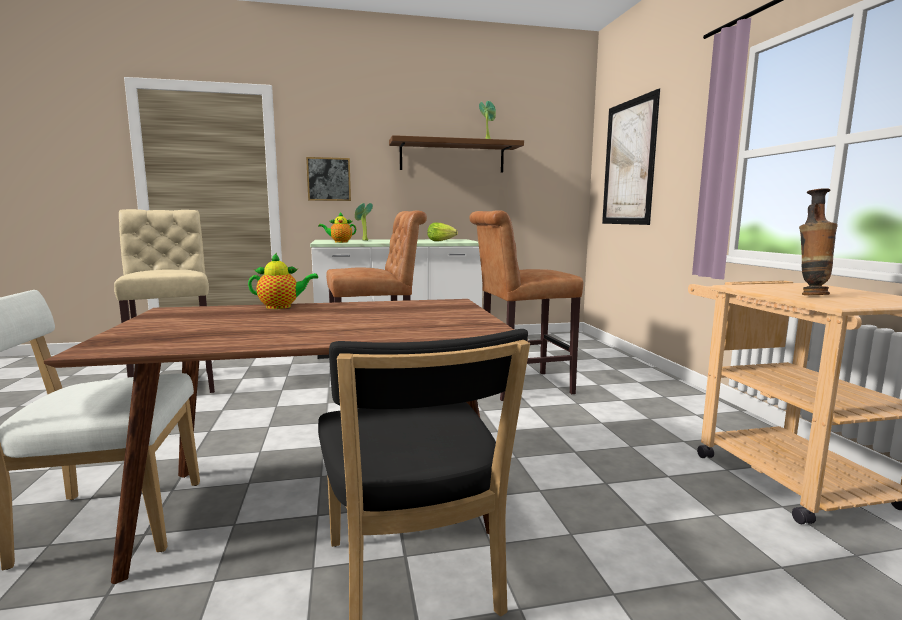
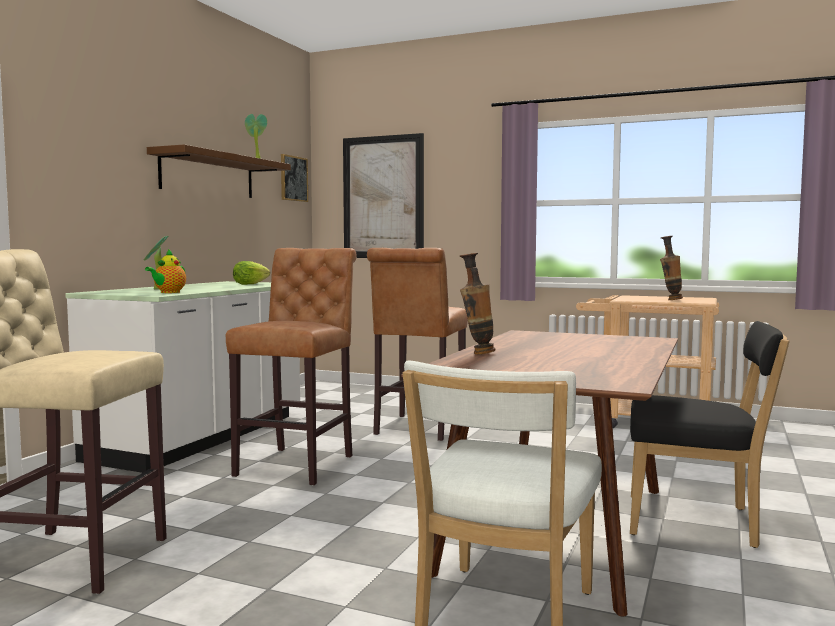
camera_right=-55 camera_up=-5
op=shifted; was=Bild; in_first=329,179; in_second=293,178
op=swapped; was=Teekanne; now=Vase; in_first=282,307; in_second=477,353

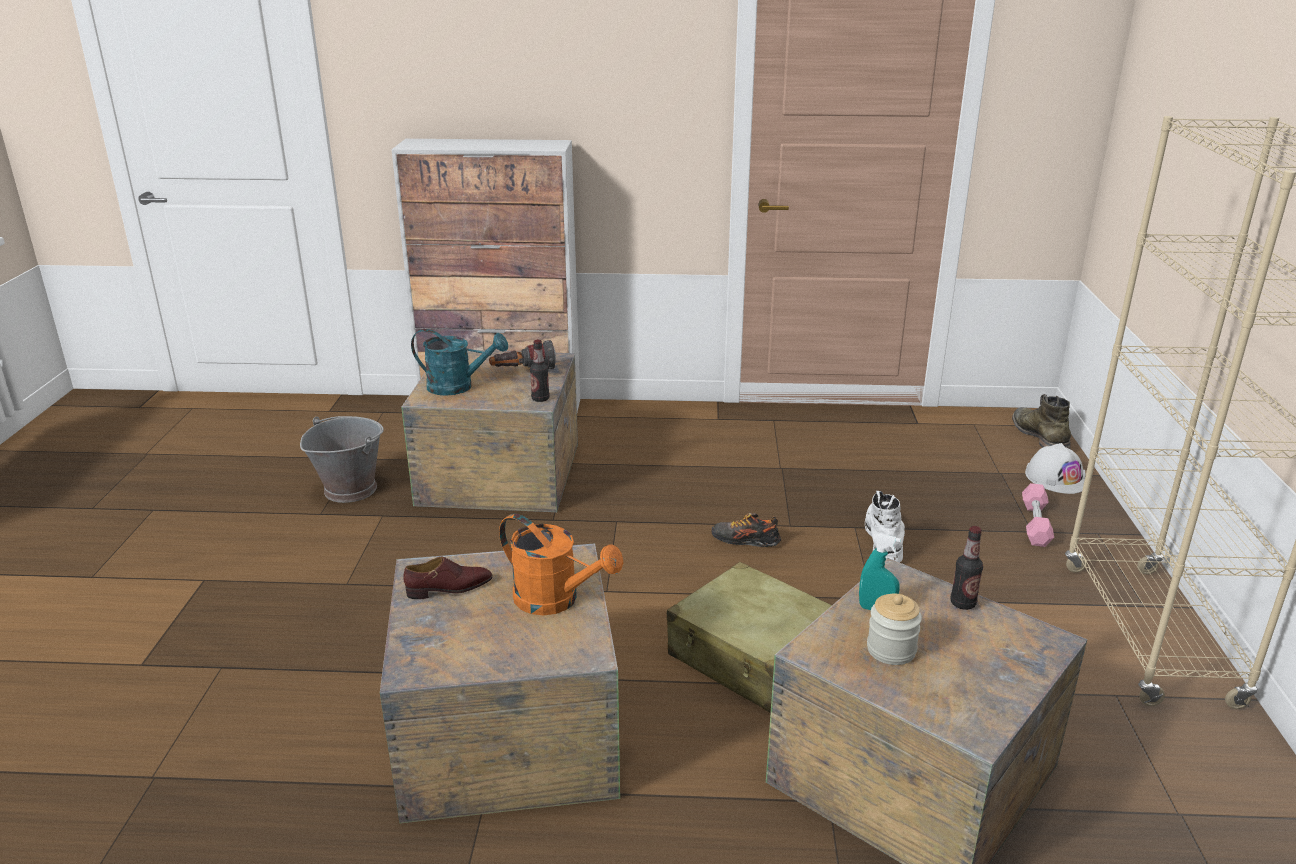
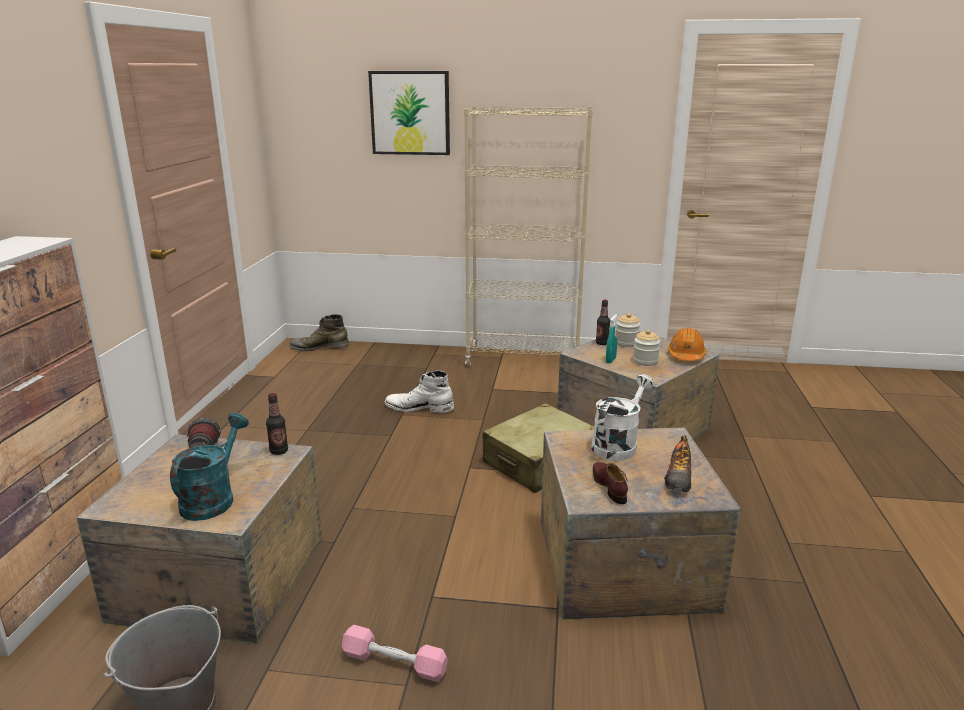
camera_right=-85 camera_up=-5
op=gone; was=Schutzhelm (weiß); in_first=1055,478
op=shifted; was=Hantel (rosa); in_first=1035,524; in_second=394,663
op=repainted; was=Gießkanne (orange); now=Gießkanne (weiß); in_first=556,600; in_second=618,445
op=shifted; was=Schuh; in_first=745,540; in_second=679,478
op=new; now=Bild; in_second=410,113
op=new; now=Vorratsglas; in_second=626,343
op=new; now=Schutzhelm (orange); in_second=686,356

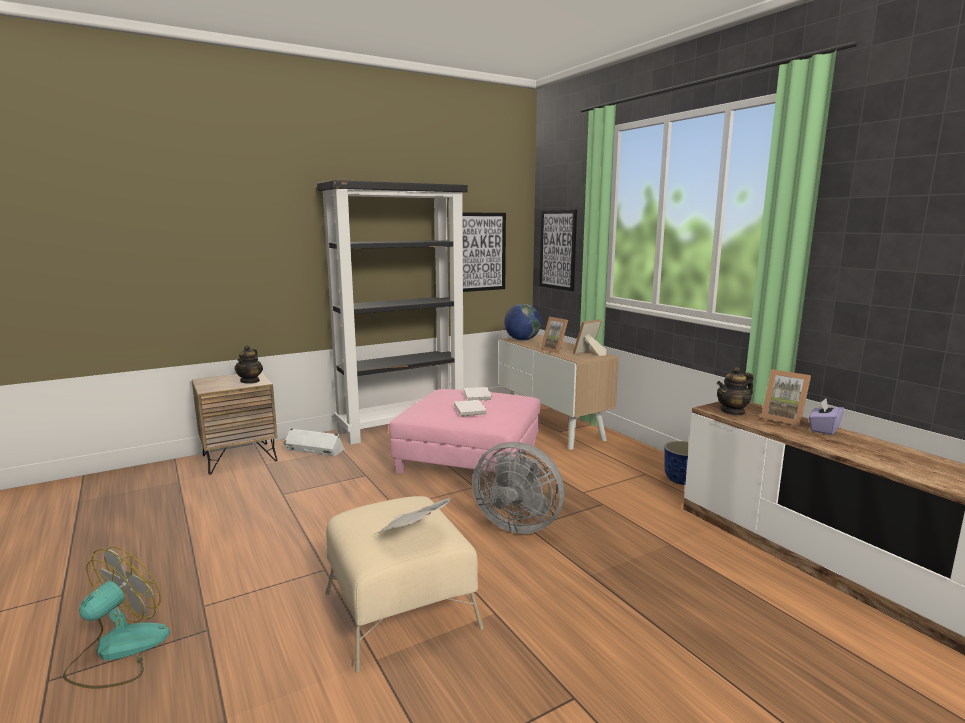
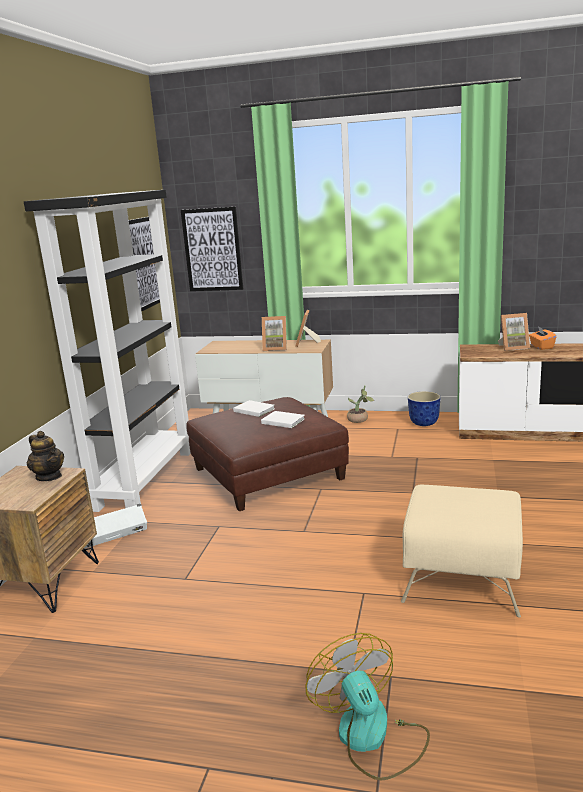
camera_right=-45 camera_up=5
op=gone; was=Globus; in_first=522,340
op=gone; was=Teekanne; in_first=733,411
op=repainted; was=Polsterhocker (rosa); now=Polsterhocker (braun); in_first=470,459; in_second=269,473
op=repainted; was=Taschentuchbox (lila); now=Taschentuchbox (orange); in_first=823,429; in_second=541,347
op=gone; was=Ventilator (grau); in_first=517,524
op=gone; was=Zeitung; in_first=415,534
op=new; now=Topfpflanze; in_second=360,420

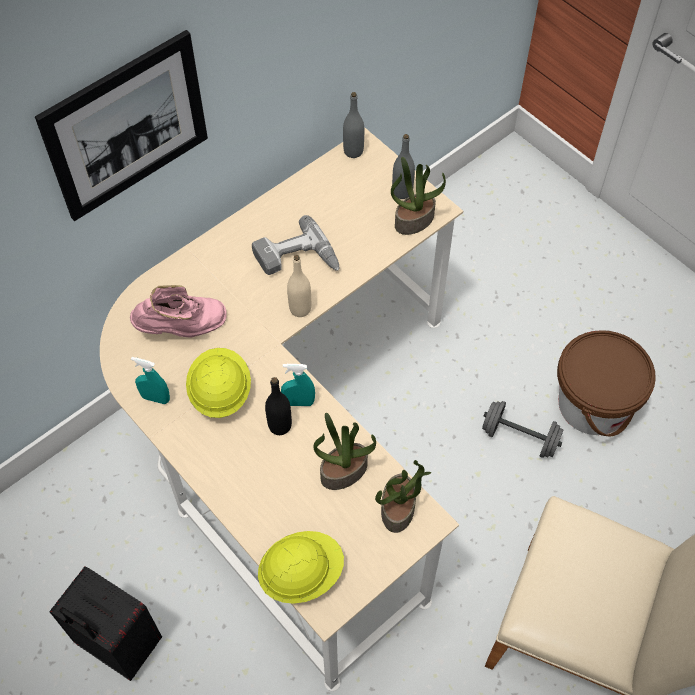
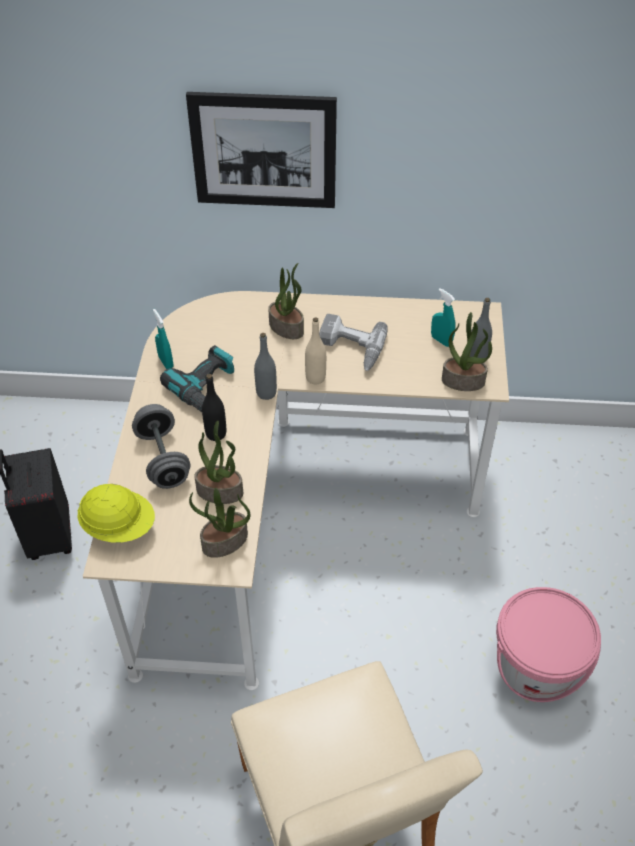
camera_right=45 camera_up=-10
op=shifted; was=Flasche (grau); in_first=353,151; in_second=266,393
op=gone; was=Stiefel (rosa); in_first=182,329
op=repainted; was=Eimer (braun); now=Eimer (rosa); in_first=593,404; in_second=536,667
op=swapped; was=Schutzhelm (gelb); now=Bohrmaschine; in_first=220,392; in_second=205,387
op=shifted; was=Sprühflasche (türkis); in_first=299,402; in_second=441,340
op=shifted; was=Hantel (grau); in_first=520,437; in_second=163,459
op=new; now=Topfpflanze; in_second=287,327

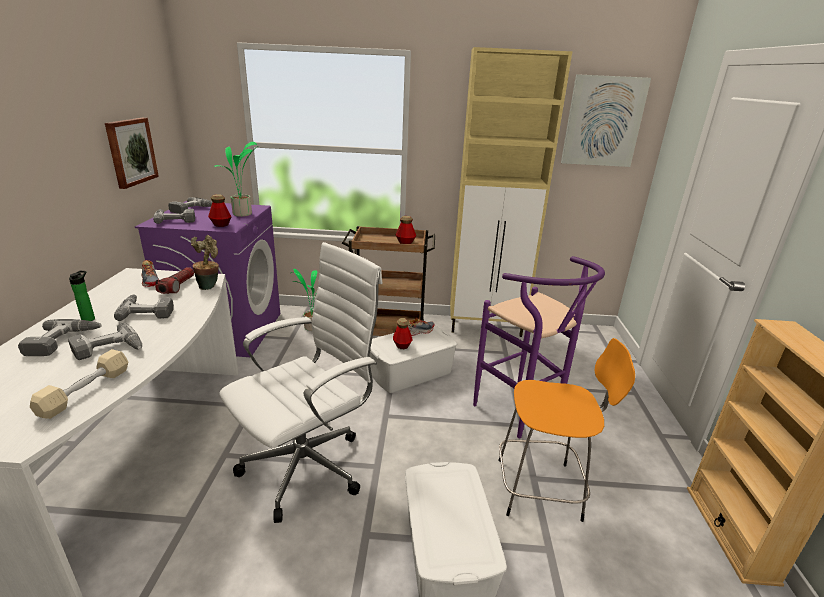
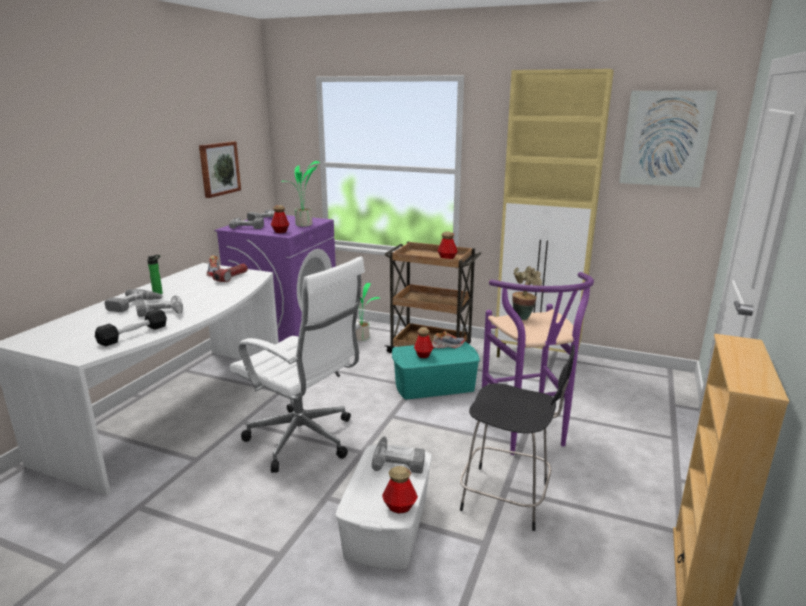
camera_right=20 camera_up=-5
op=shifted; was=Topfpflanze; in_first=209,286; in_second=523,317
op=rotated; was=Bürostuhl (weiß); in_first=309,465; in_second=305,441; clockwise=60
op=shifted; was=Bohrmaschine; in_first=148,311; in_second=399,459
op=repainted; was=Aufbewahrungsbox (weiß); now=Aufbewahrungsbox (türkis); in_first=410,372; in_second=434,385
op=repainted; was=Hocker (orange); now=Hocker (schwarz); in_first=542,489; in_second=508,498
op=repainted; was=Hantel (beige); now=Hantel (schwarz); in_first=86,391; in_second=133,335
op=new; now=Flasche; in_second=399,507

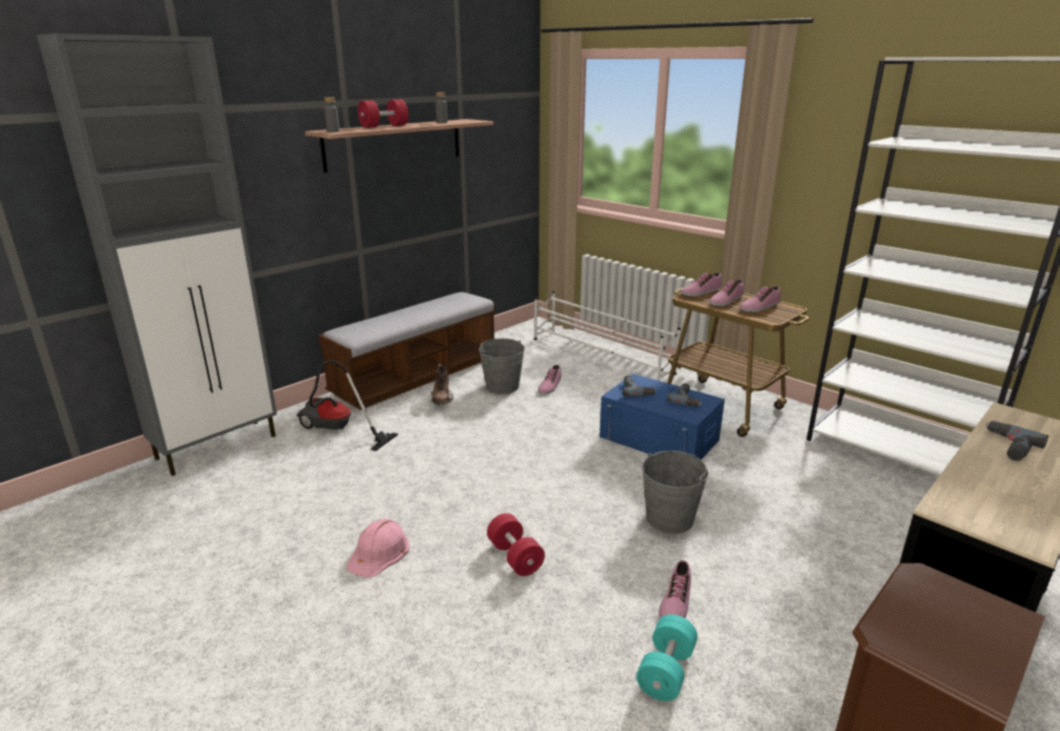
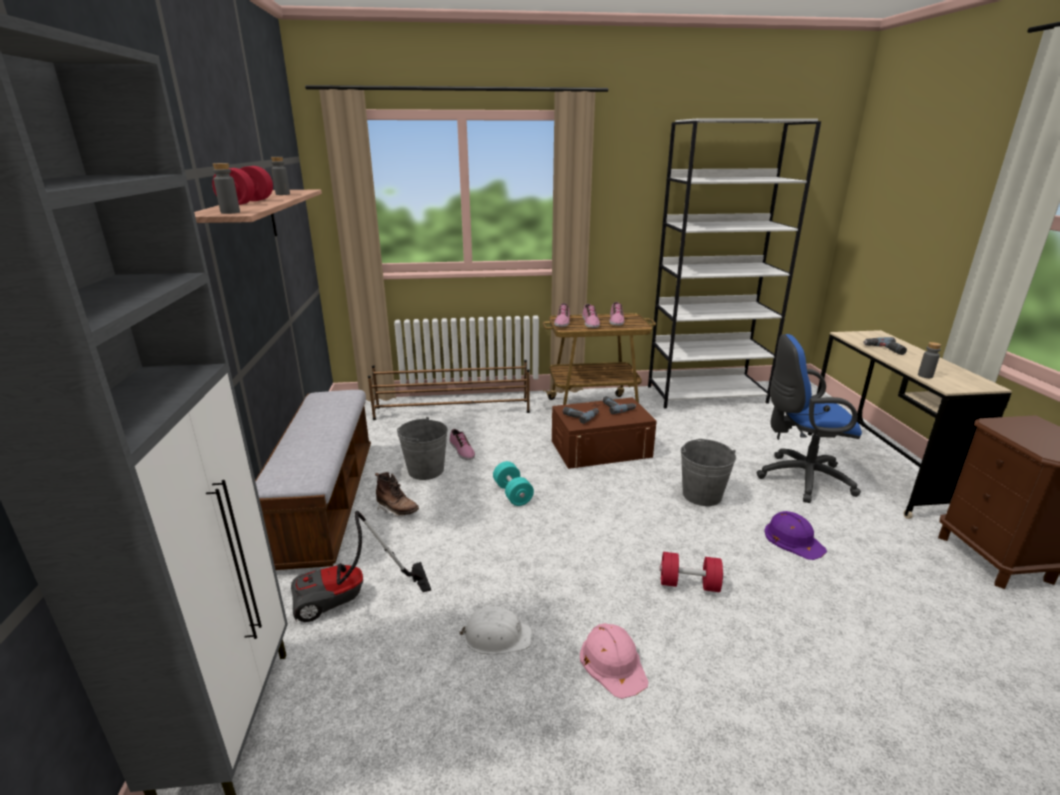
camera_right=-50 camera_up=0
op=repainted; was=Schuhregal (weiß); now=Schuhregal (braun); in_first=601,356; in_second=453,410
op=repainted; was=Aufbewahrungsbox (blau); now=Aufbewahrungsbox (braun); in_first=659,438; in_second=601,449
op=swapped; was=Schuh; now=Schutzhelm (lila); in_first=675,601; in_second=793,539
op=shifted; was=Hantel (türkis); in_first=666,671; in_second=513,494
op=new; now=Bürostuhl (blau); in_second=799,478
op=new; now=Flasche (grau); in_second=925,376
op=new; now=Schutzhelm (weiß); in_second=496,636

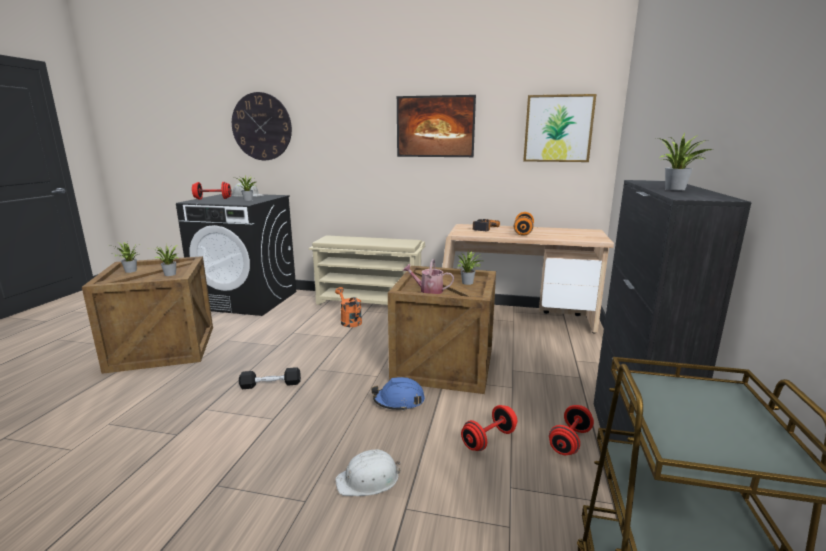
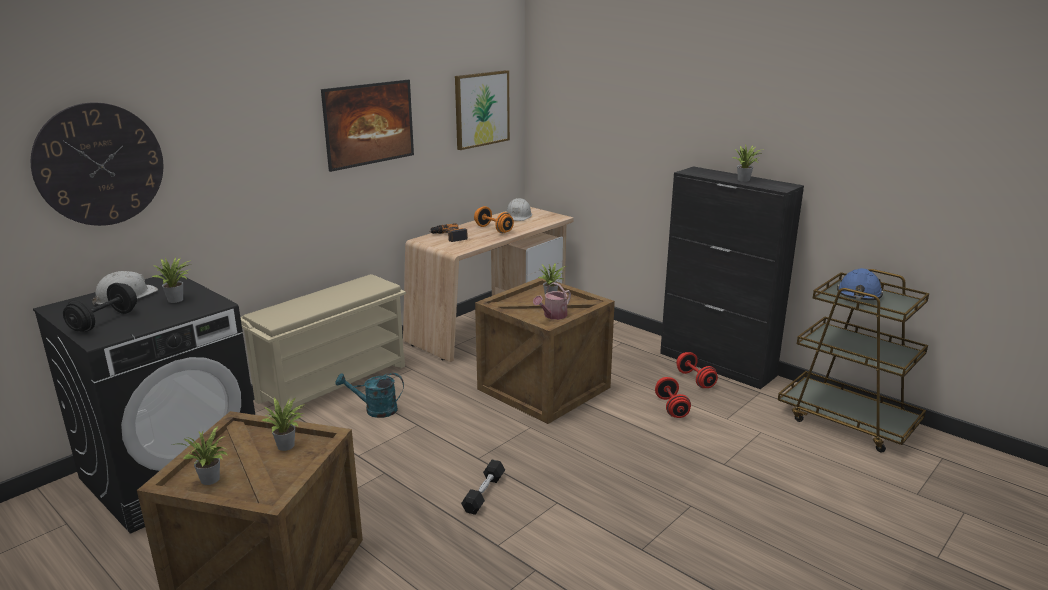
camera_right=-60 camera_up=5
op=repainted; was=Hantel (rot); now=Hantel (schwarz); in_first=213,199; in_second=104,321
op=repainted; was=Gießkanne (orange); now=Gießkanne (türkis); in_first=349,321; in_second=375,410
op=shifted; was=Schutzhelm (blau); in_first=399,401; in_second=859,295
op=shifted; was=Schutzhelm (weiß); in_first=368,479; in_second=518,216

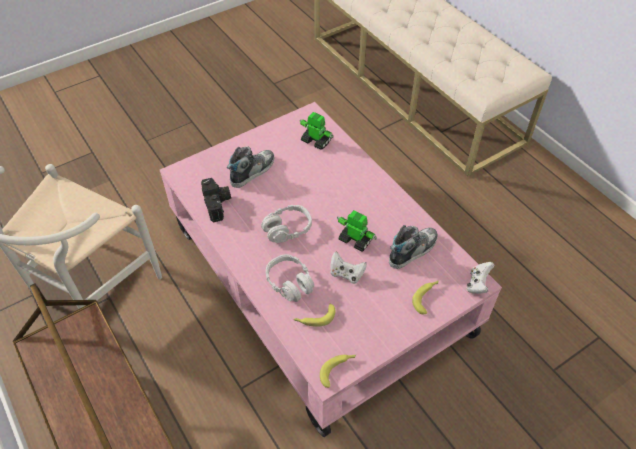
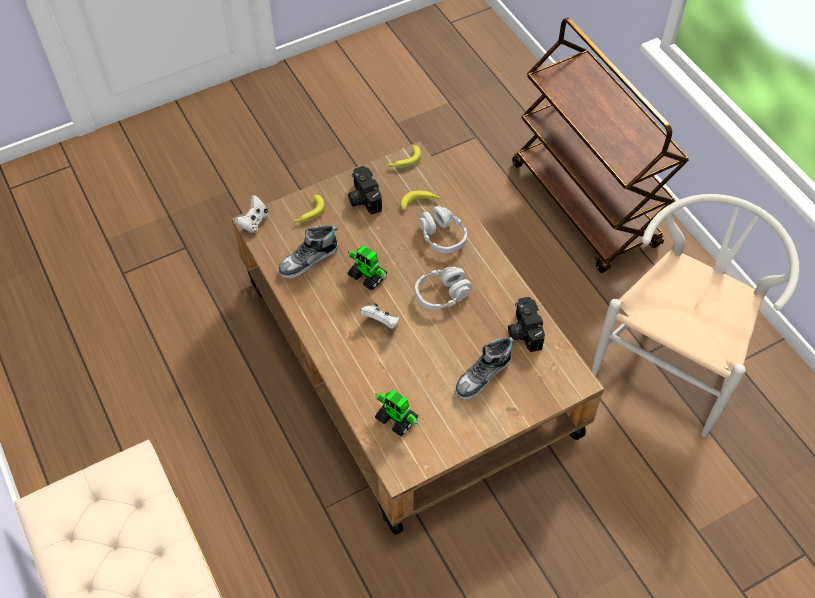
camera_right=-175 camera_up=5
op=repainted; was=Couchtisch (rosa); now=Couchtisch (braun); in_first=316,280; in_second=408,356
op=shifted; was=Gamepad (weiß); in_first=346,274; in_second=381,322
op=new; now=Kamera; in_second=362,198

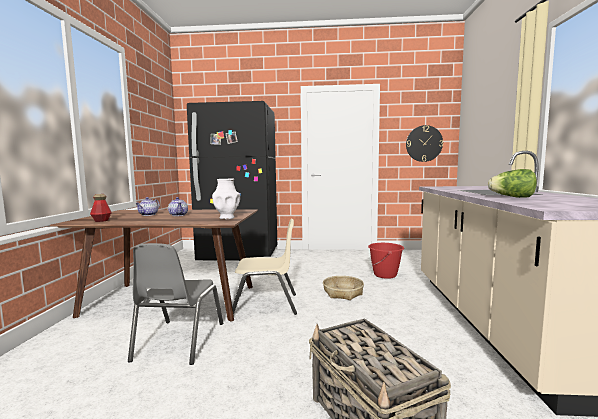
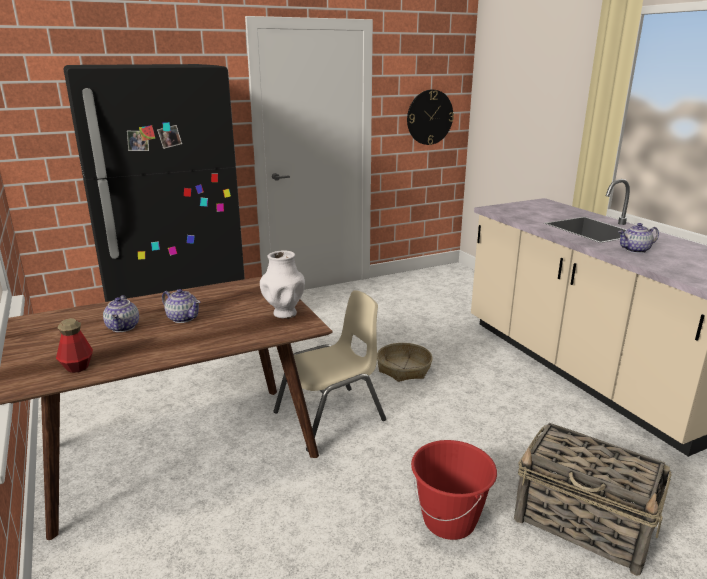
camera_right=-30 camera_up=15
op=swapped; was=Salatkopf; now=Teekanne; in_first=512,197; in_second=635,250
op=gone; was=Stuhl (grau); in_first=178,341
op=shifted; was=Eimer (rot); in_first=385,275; in_second=449,521

